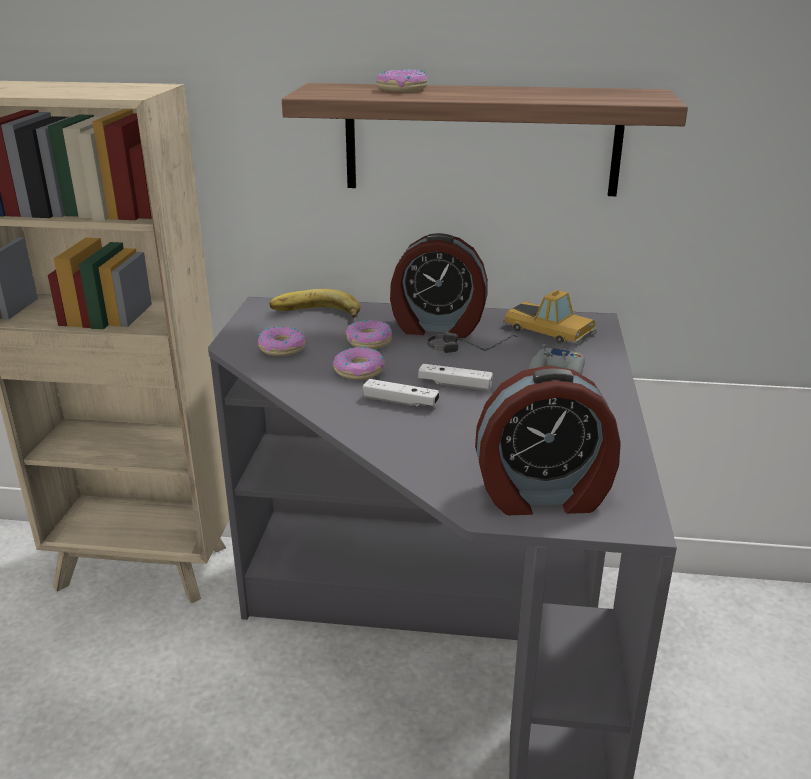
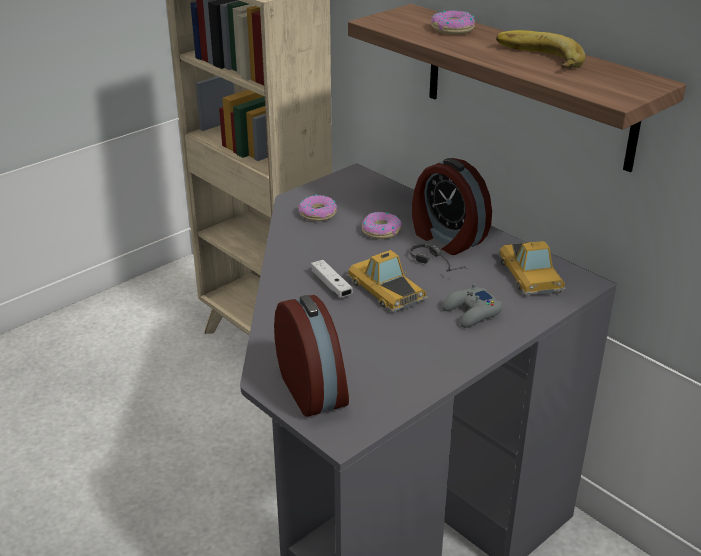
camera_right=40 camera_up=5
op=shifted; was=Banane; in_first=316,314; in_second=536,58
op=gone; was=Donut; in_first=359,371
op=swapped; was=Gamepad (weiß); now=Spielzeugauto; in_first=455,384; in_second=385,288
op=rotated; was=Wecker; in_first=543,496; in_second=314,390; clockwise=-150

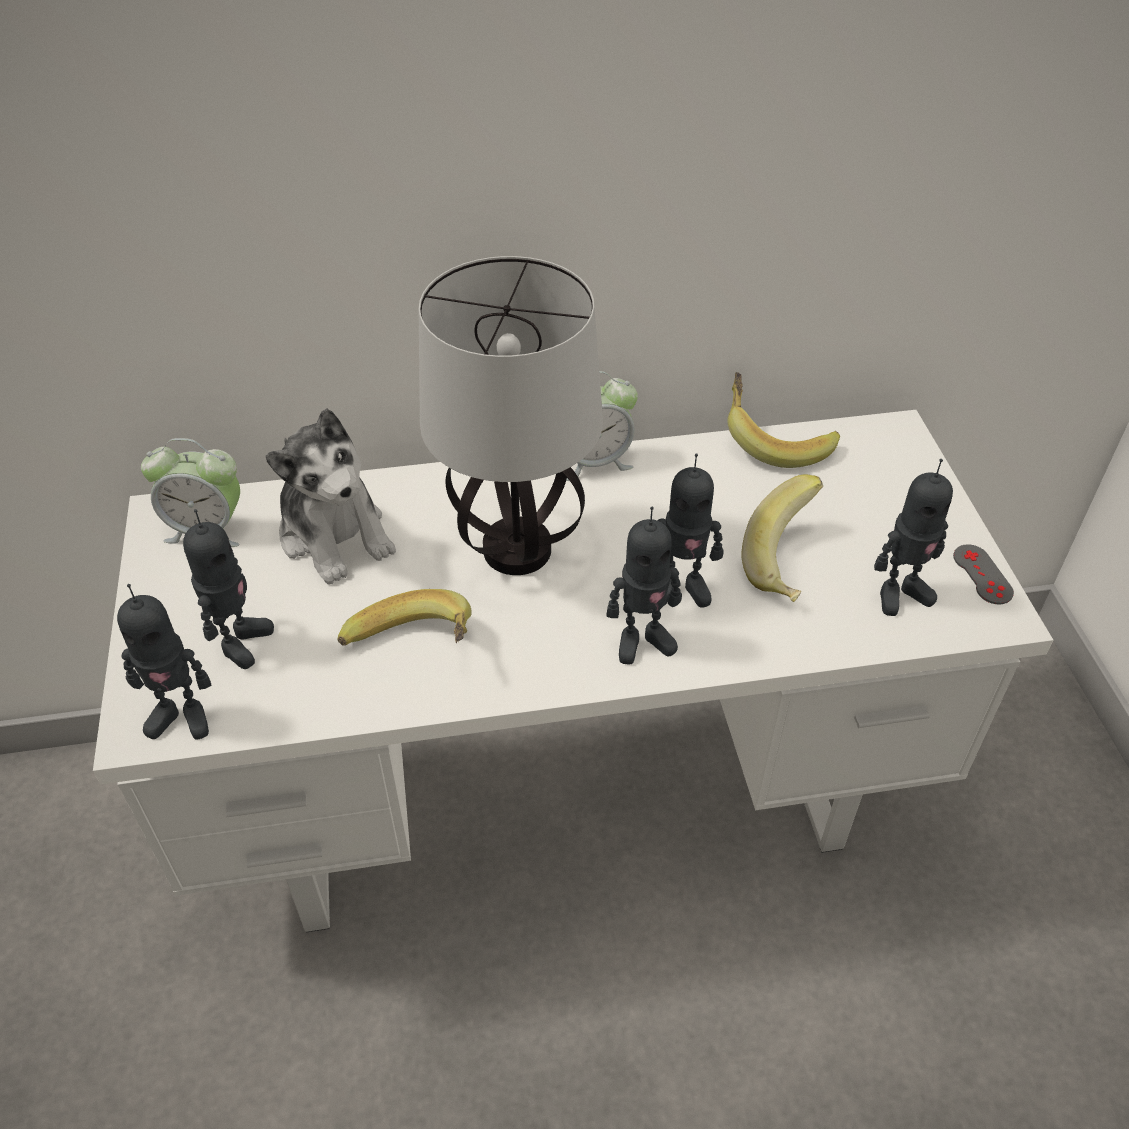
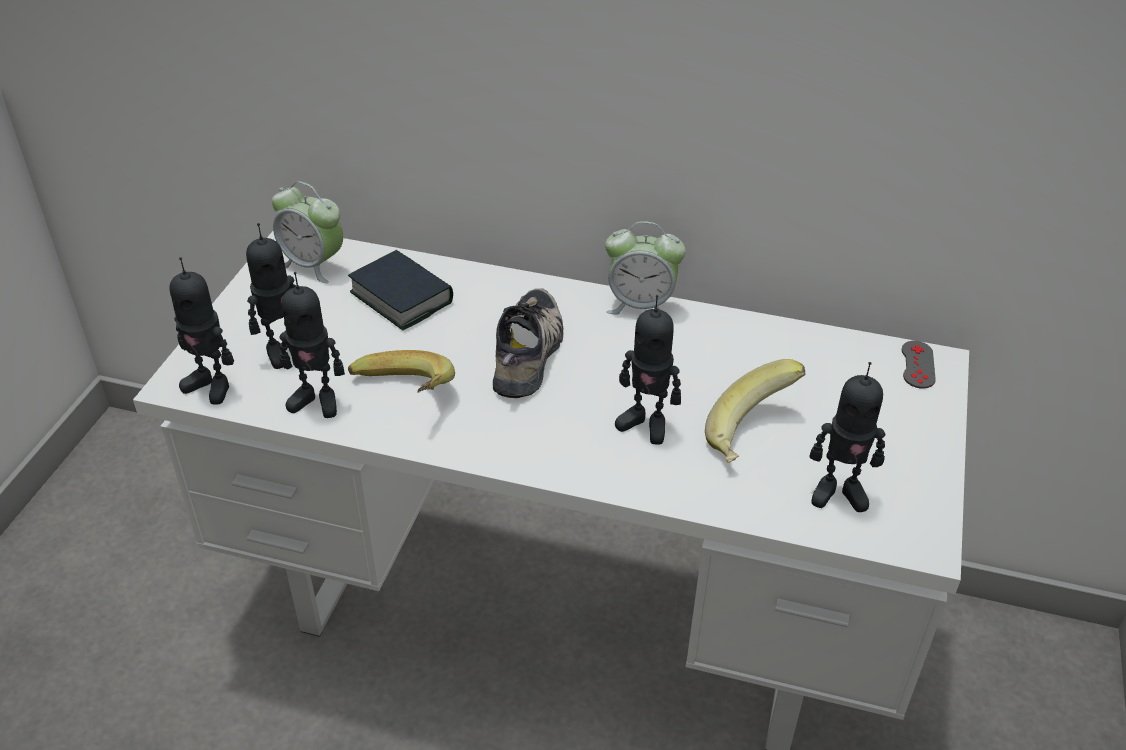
camera_right=25 camera_up=-5
op=swapped; was=Tischlampe; now=Schuh; in_first=516,552; in_second=530,353
op=gone; was=Banane; in_first=774,440
op=swapped; was=Plüschtier; now=Buch; in_first=335,535; in_second=401,297
op=shifted; was=Spielzeugroboter; in_first=642,641; in_second=317,400
op=shifted; was=Gamepad (grau); in_first=982,574; in_second=918,365

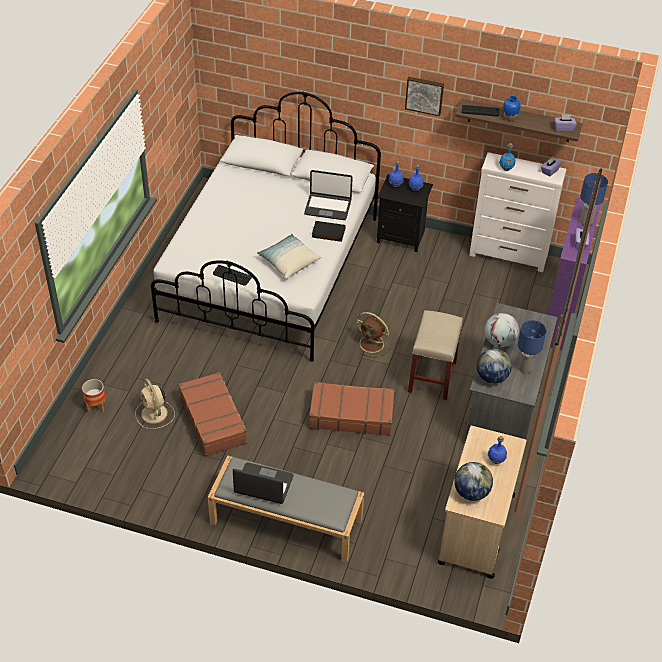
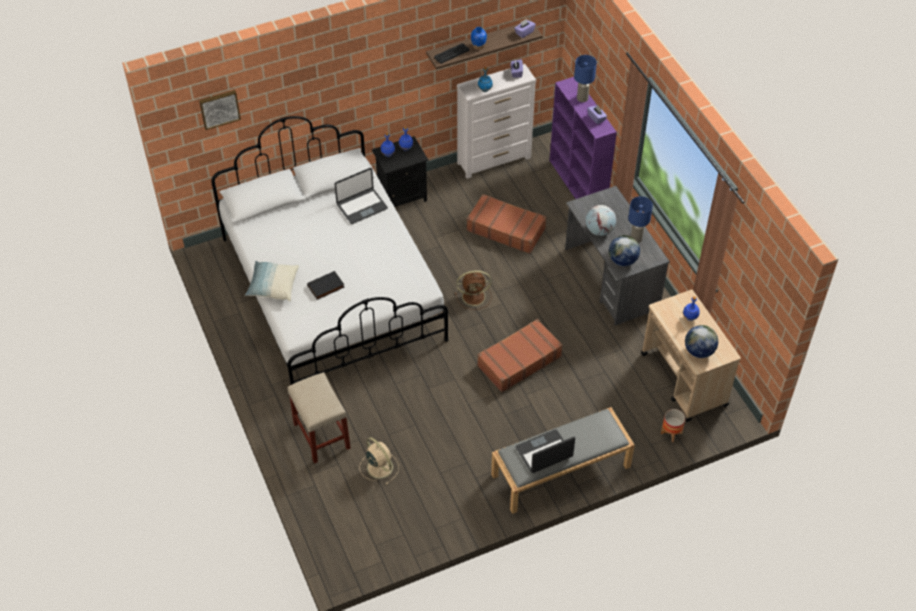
camera_right=-40 camera_up=5
op=shifted; was=Bild; in_first=424,95; in_second=219,108
op=shifted; was=Buch (schwarz); in_first=328,233; in_second=326,287
op=shifted; was=Kissen; in_first=288,262; in_second=273,286
op=gone; was=Tastatur; in_first=232,276
op=shifted; was=Hocker (beige); in_first=432,376; in_second=321,435
op=shifted; was=Koffer (braun); in_first=213,420; in_second=506,229
op=shifted; was=Pflanzkübel; in_first=96,406; in_second=671,433
op=rotated; was=Ventilator (beige); in_first=154,414; in_second=379,466; clockwise=-150

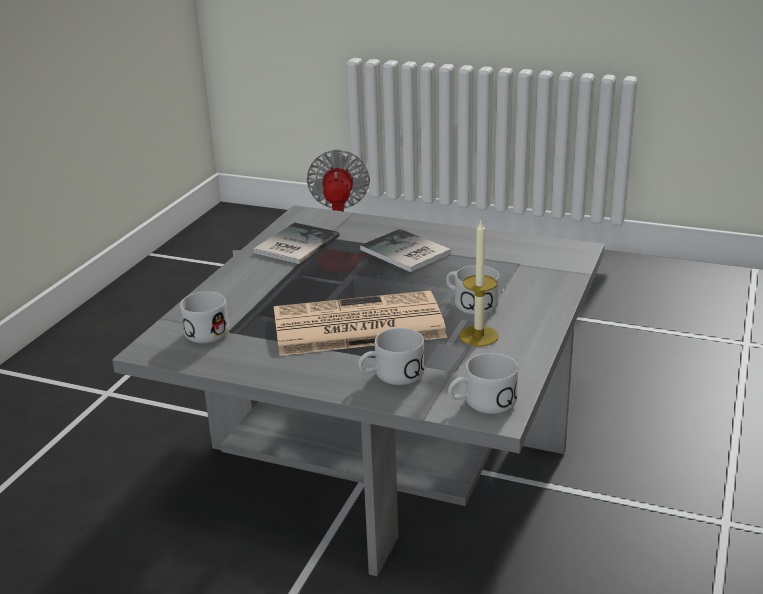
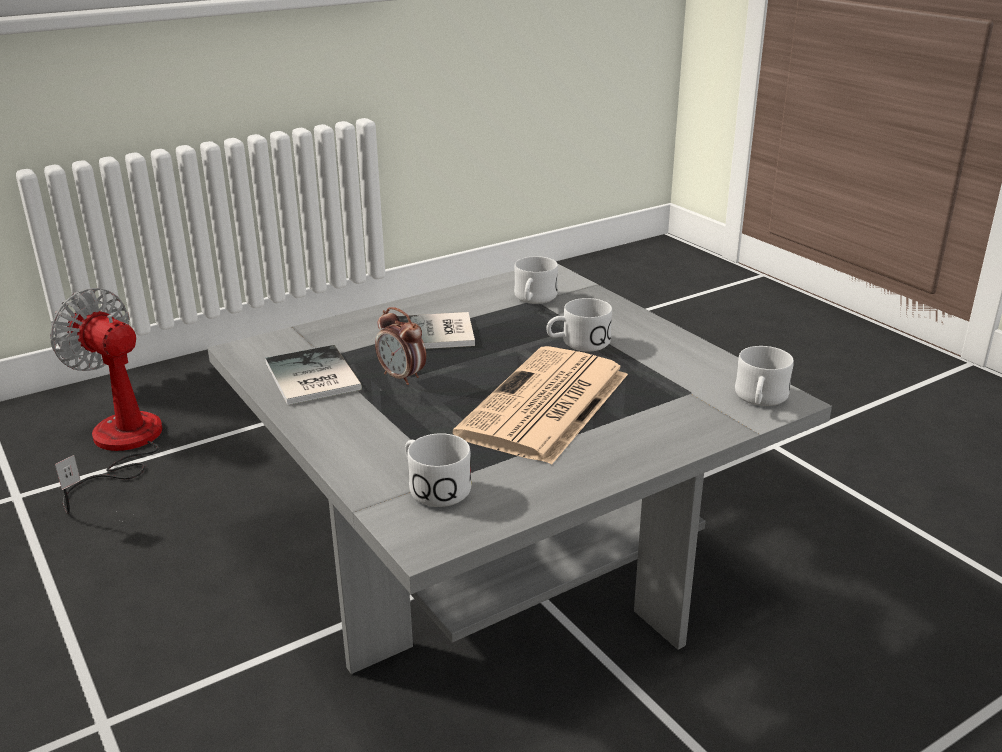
camera_right=-55 camera_up=0
op=gone; was=Kerze; in_first=479,336
op=shifted; was=Henkelbecher (weiß); in_first=391,375; in_second=533,299
op=new; now=Wecker; in_second=402,377

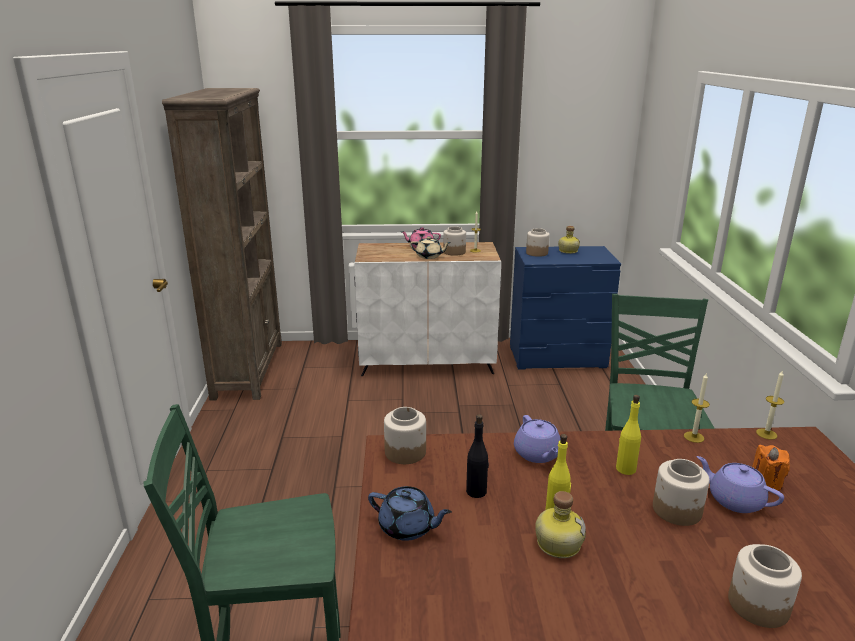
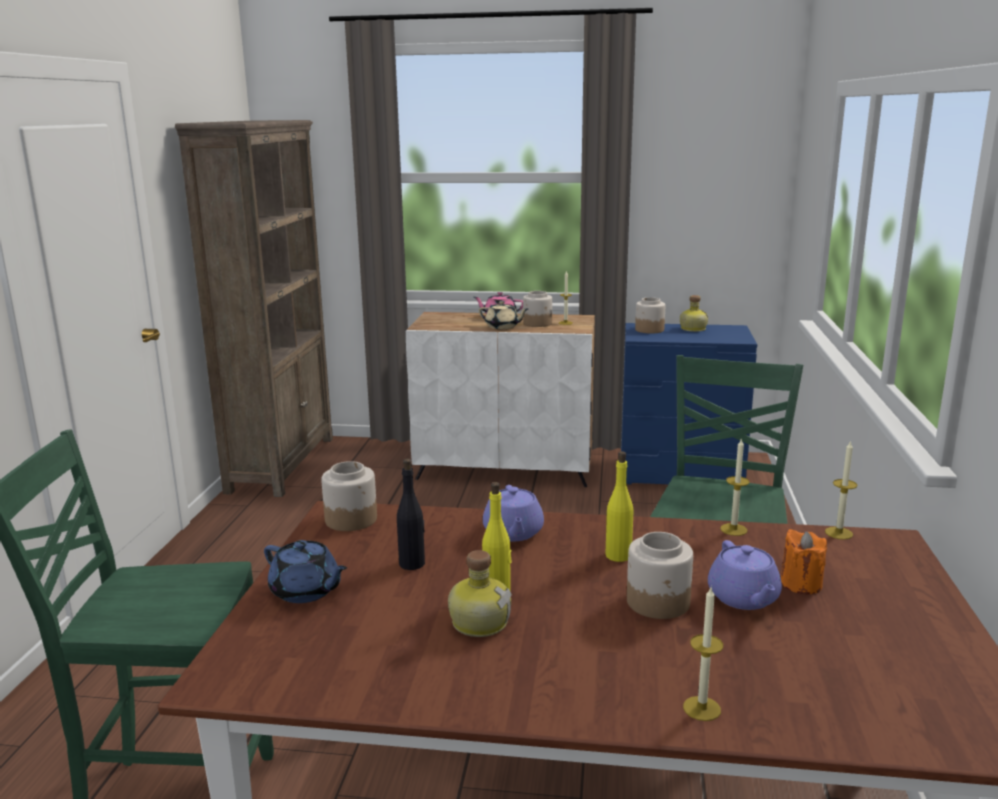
camera_right=10 camera_up=-5
op=rotated; was=Teekanne (lila); in_first=734,500; in_second=743,598; clockwise=-150
op=swapped; was=Vorratsglas; now=Kerze; in_first=759,605; in_second=702,708

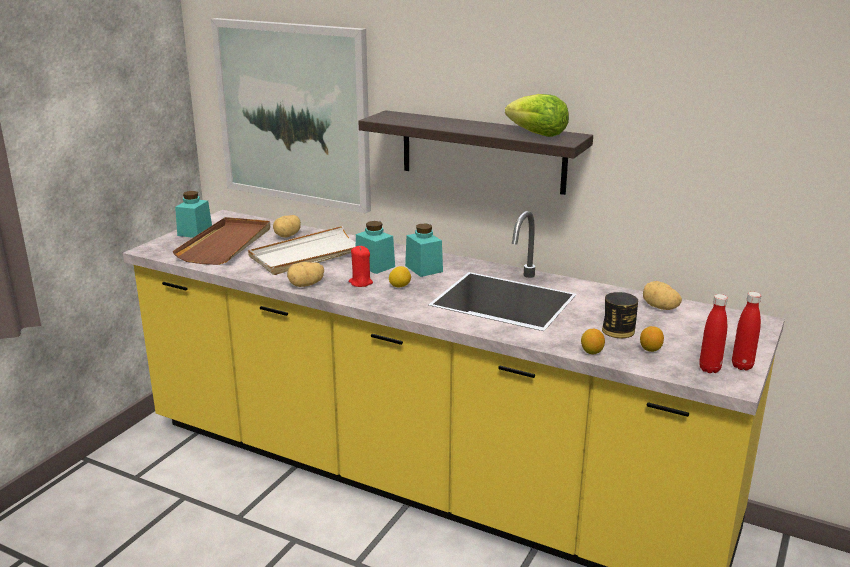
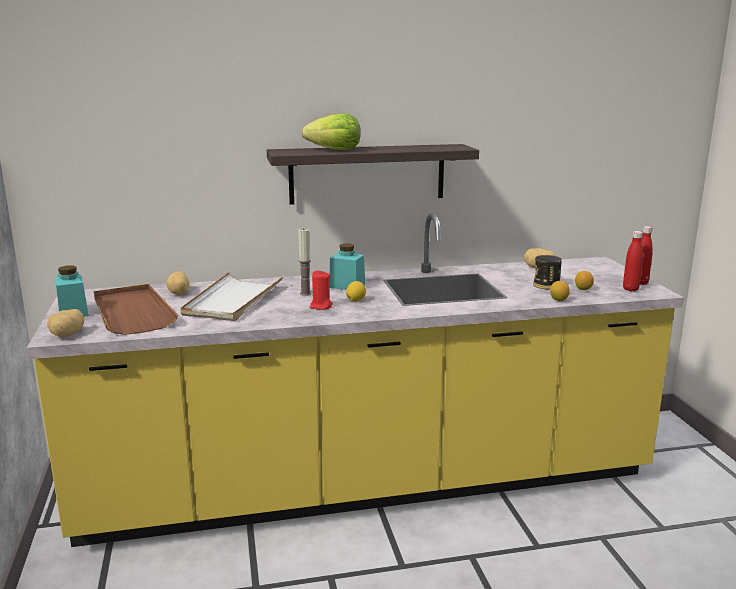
camera_right=-40 camera_up=-5
op=gone; was=Bild; in_first=293,114
op=shifted; was=Salatkopf; in_first=537,135; in_second=335,150
op=swapped; was=Vorratsglas (türkis); now=Kerze; in_first=375,266; in_second=305,293
op=shifted; was=Kartoffel; in_first=306,285; in_second=68,335

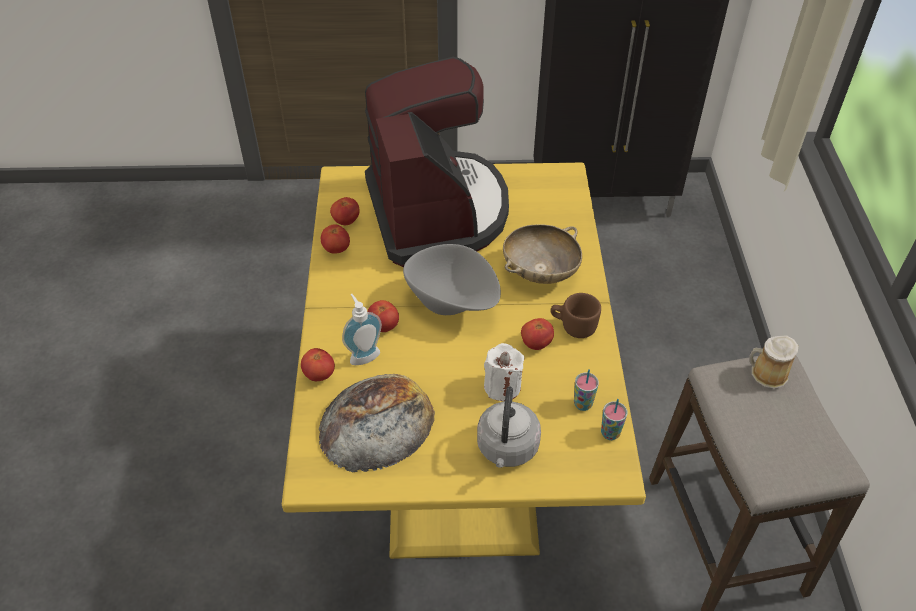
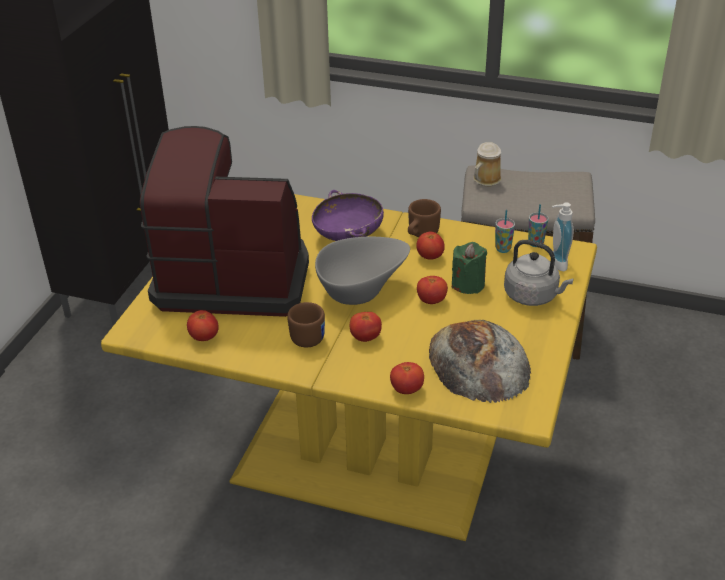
camera_right=-70 camera_up=-10
op=repainted; was=Schüssel (beige); now=Schüssel (lila); in_first=540,271; in_second=348,236
op=shifted; was=Tomate; in_first=336,249; in_second=431,301
op=shifted; was=Seifenspender; in_first=363,354; in_second=555,263
op=repainted; was=Kerze (weiß); now=Kerze (grün); in_first=502,386; in_second=468,284
op=new; now=Henkelbecher (braun); in_second=307,335

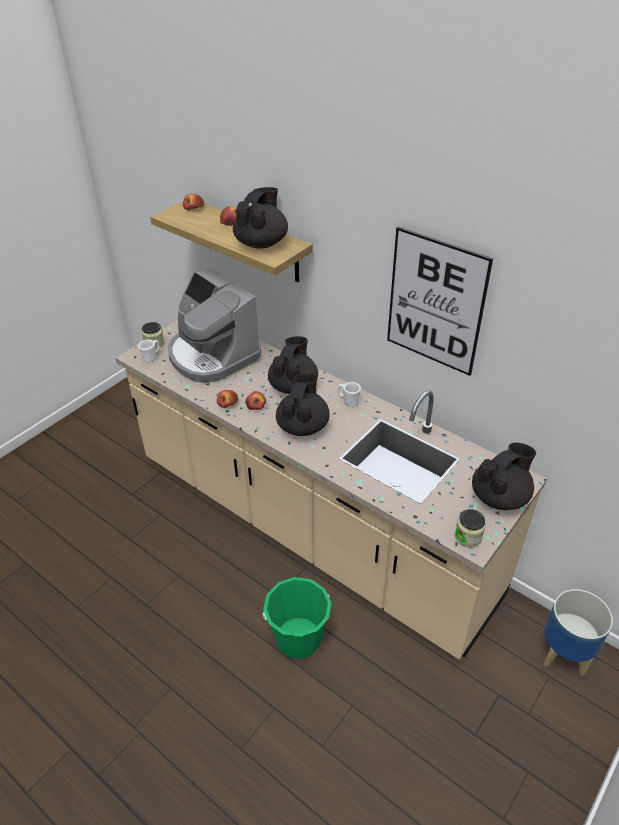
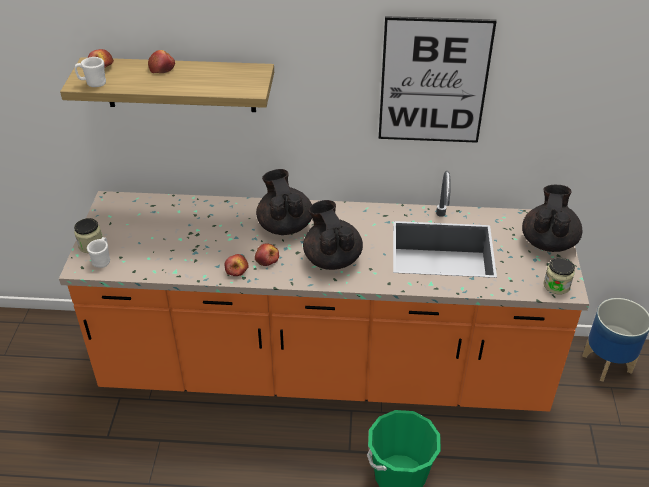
camera_right=-35 camera_up=0
op=gone; was=Teekanne (schwarz); in_first=261,243
op=gone; was=Kaffeemaschine; in_first=212,355
op=repainted; was=Küchenzeile (beige); now=Küchenzeile (orange); in_first=310,527; in_second=324,371
op=shifted; was=Henkelbecher (weiß); in_first=348,401; in_second=93,83

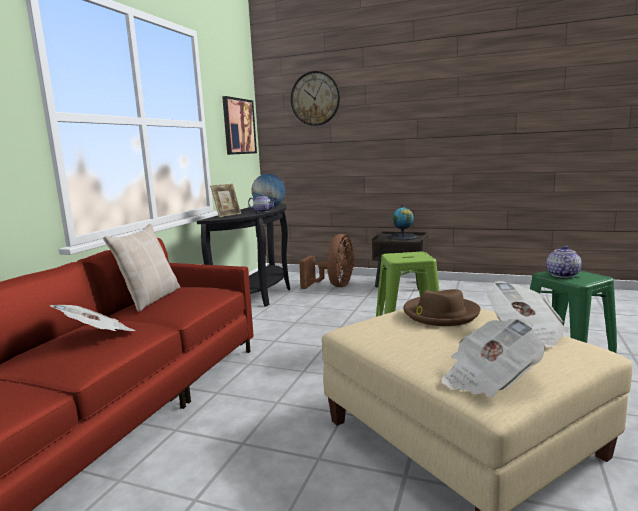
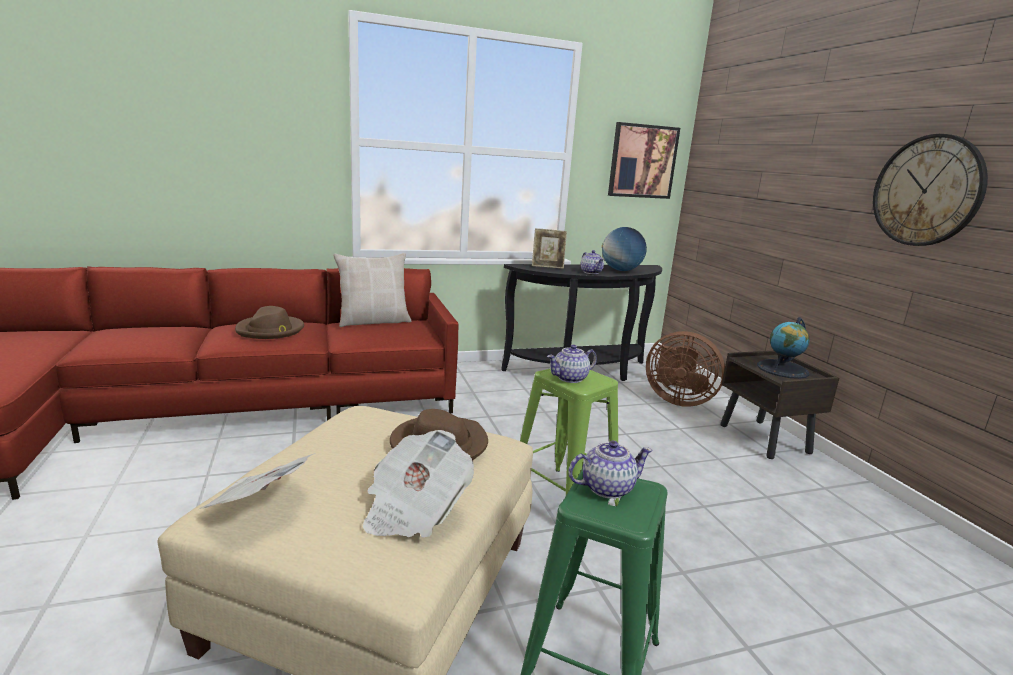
camera_right=50 camera_up=5
op=shifted; was=Wanduhr; in_first=315,98; in_second=927,191
op=rotated; was=Ventilator (braun); in_first=334,286; in_second=677,400; clockwise=45
op=swapped; was=Zeitung; now=Hut (braun); in_first=97,336; in_second=270,330
op=new; now=Teekanne; in_second=570,378

